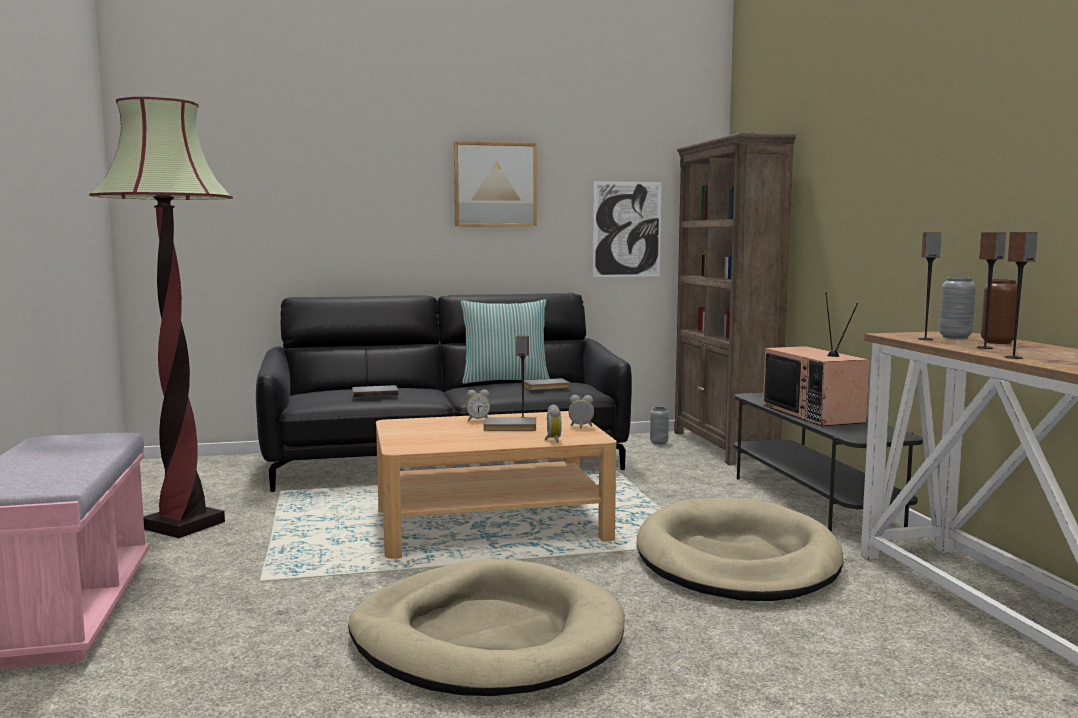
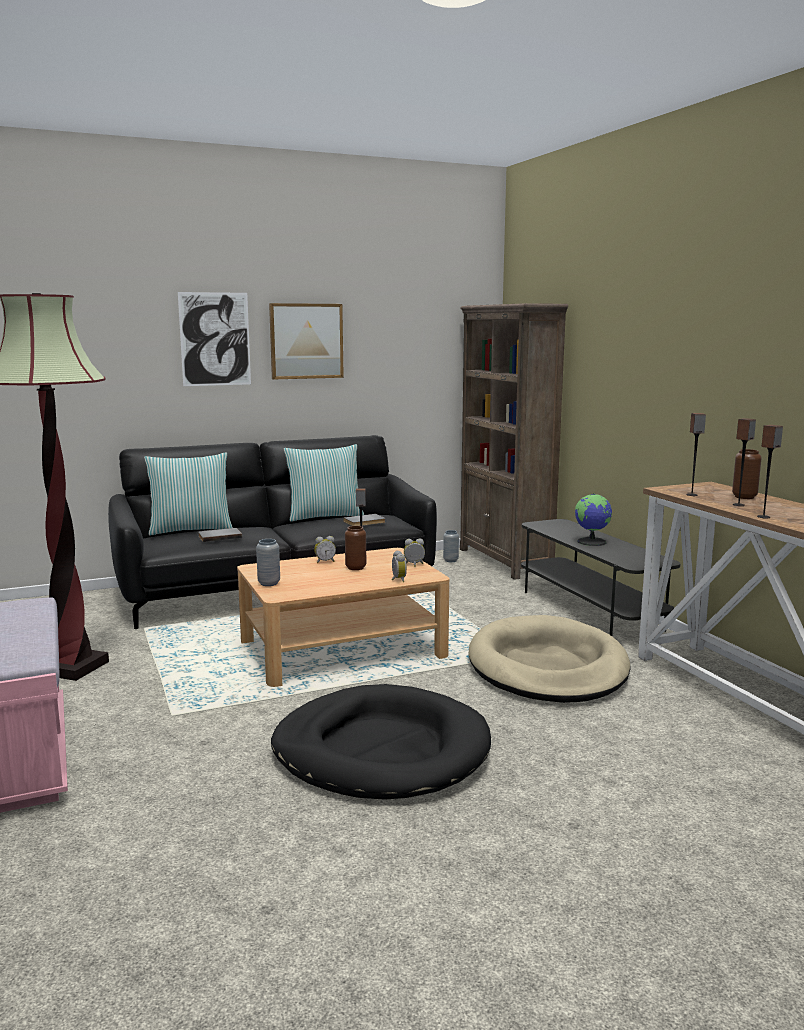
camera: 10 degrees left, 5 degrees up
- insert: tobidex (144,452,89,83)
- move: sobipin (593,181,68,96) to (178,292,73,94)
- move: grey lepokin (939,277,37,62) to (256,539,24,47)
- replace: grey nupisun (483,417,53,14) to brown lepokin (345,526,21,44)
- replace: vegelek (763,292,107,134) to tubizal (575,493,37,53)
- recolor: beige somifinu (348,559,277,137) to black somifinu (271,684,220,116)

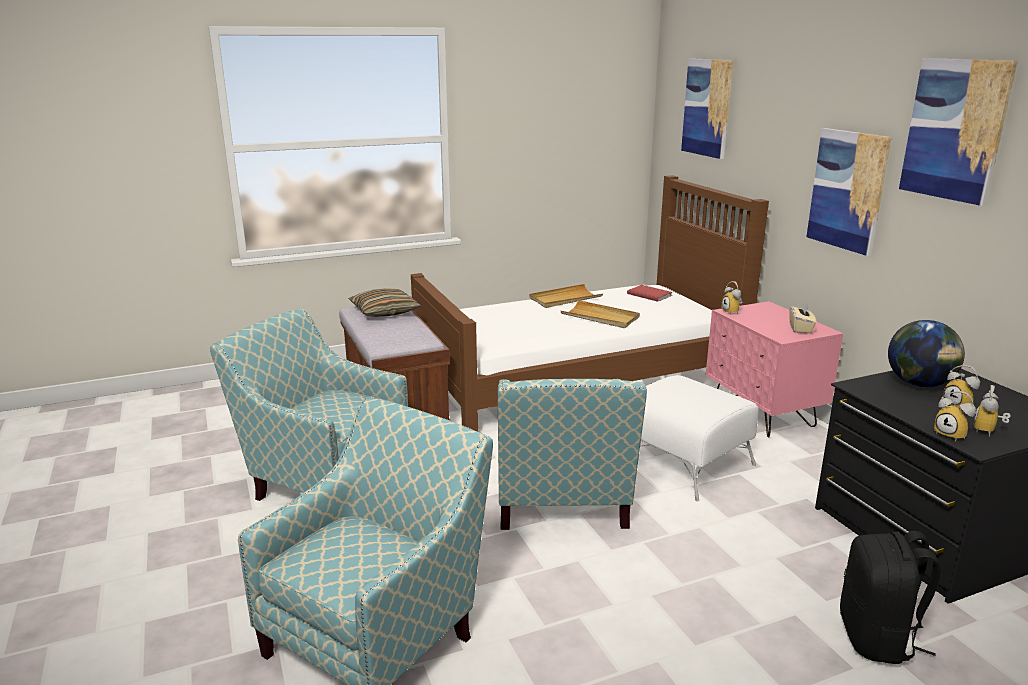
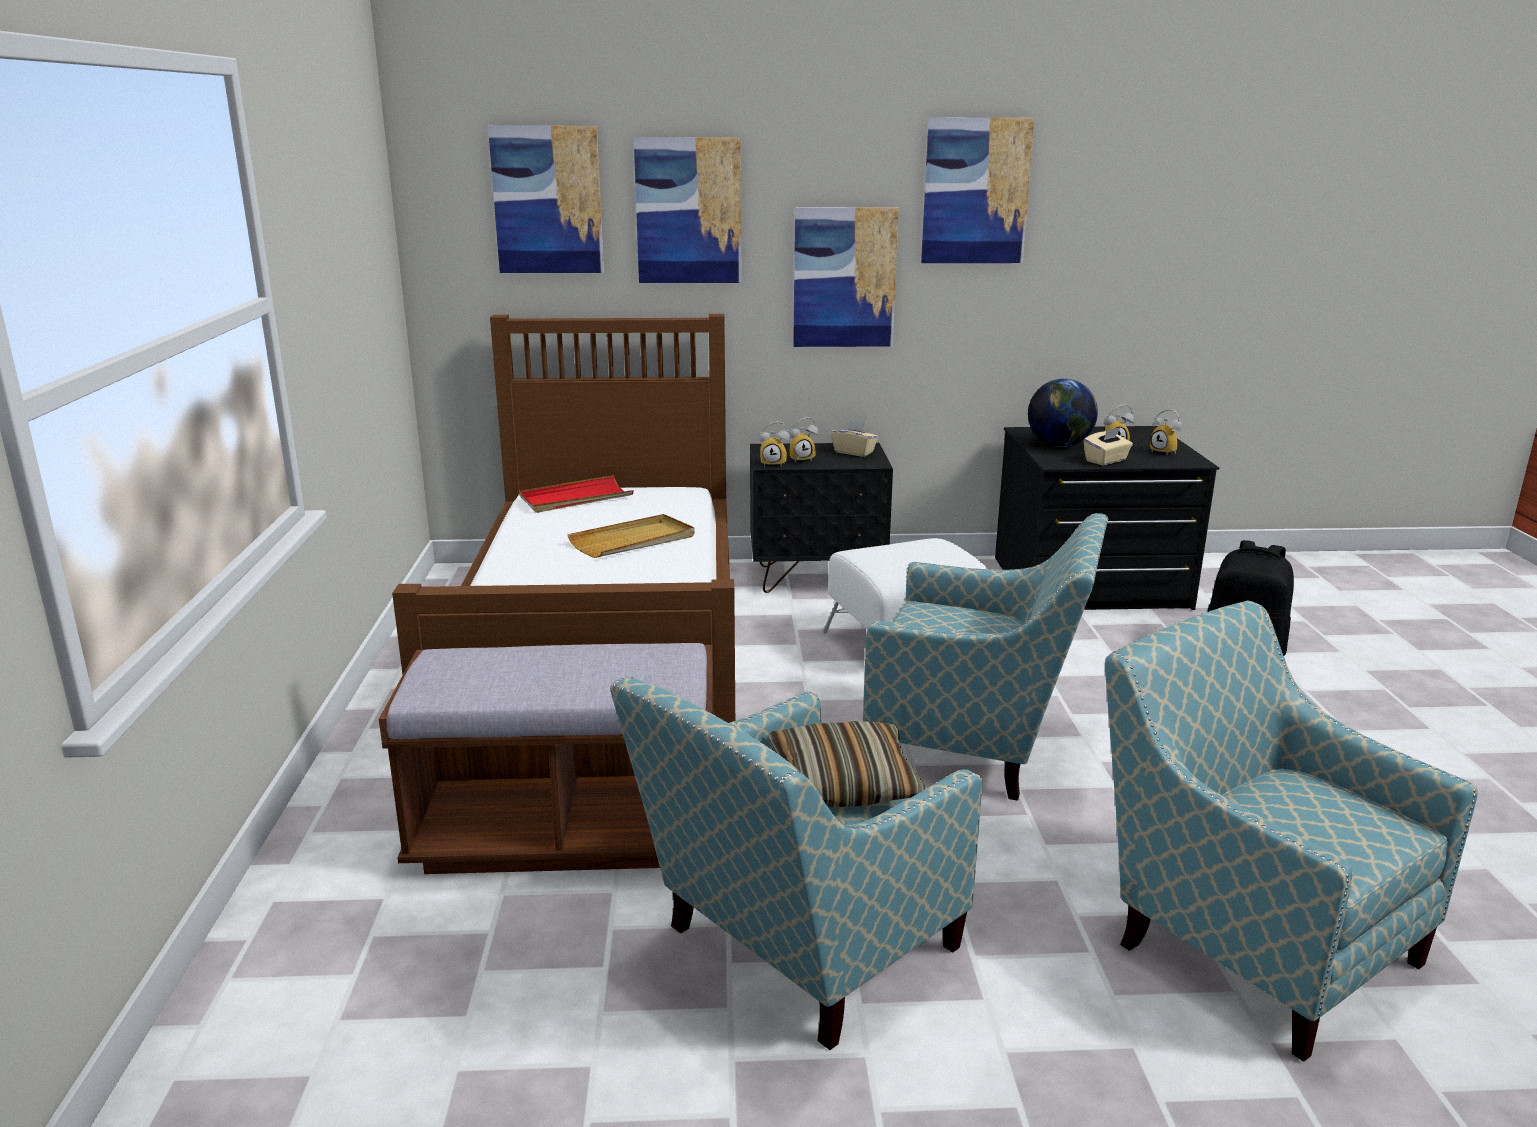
camera: 70 degrees left, 0 degrees up
- delete: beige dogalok (529,284,74,24)
- insert: sobipin (634,137,107,146)
- insert: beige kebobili (1084,427,49,38)
- move: tobidex (349,288,72,29) to (766,721,159,86)
- move: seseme (934,391,42,51) to (789,417,29,45)
- replace: red nupisun (627,285,45,17) to red dogalok (519,475,115,38)
- recolor: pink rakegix (706,301,137,137) to black rakegix (750,443,143,150)

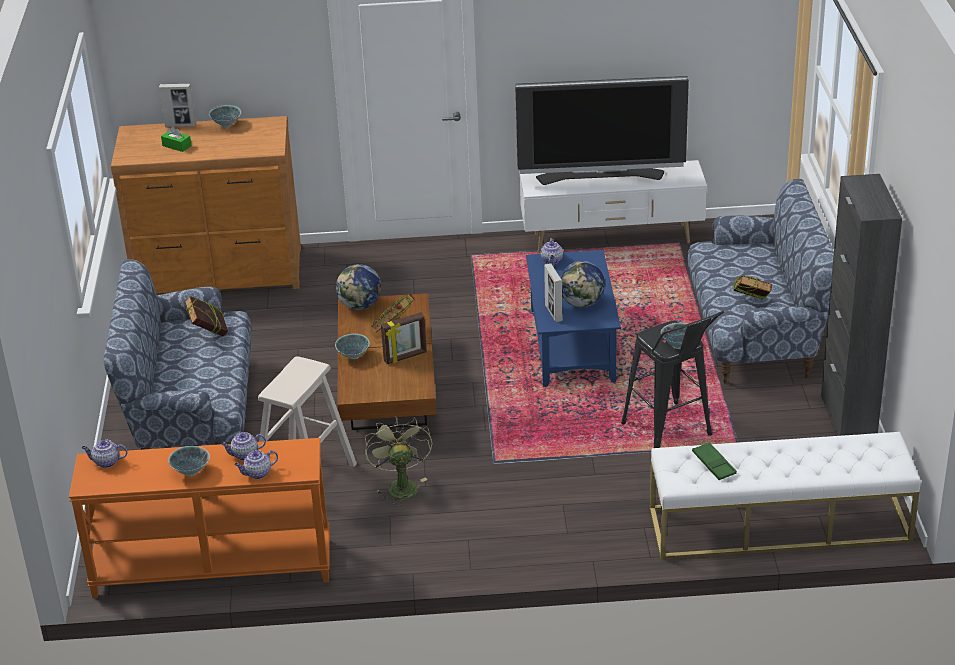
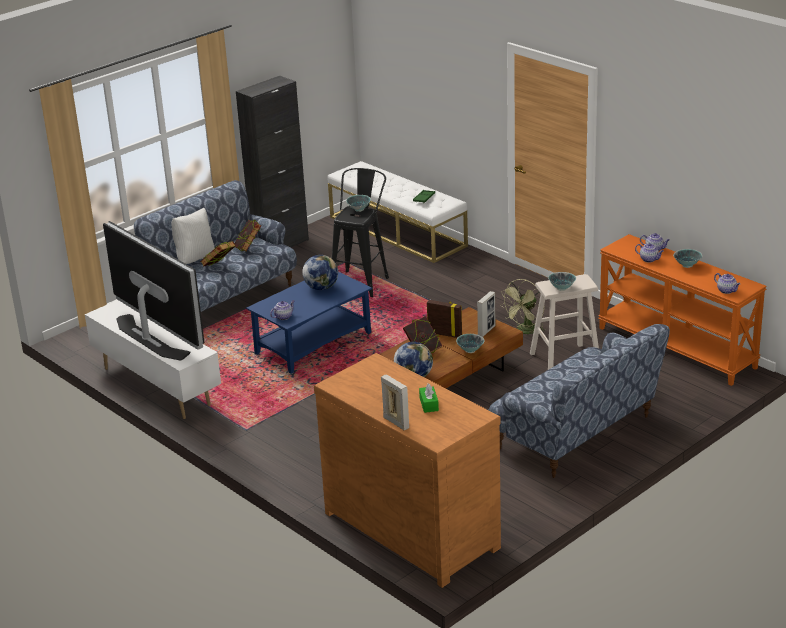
camera: 130 degrees left, 5 degrees down
- insert: white tobidex (172,208,43,56)
- move: nupisun (184,296,44,40) to (200,241,36,26)
- move: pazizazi (209,105,32,23) to (548,272,28,19)
- move: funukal (544,263,19,59) to (477,291,18,46)

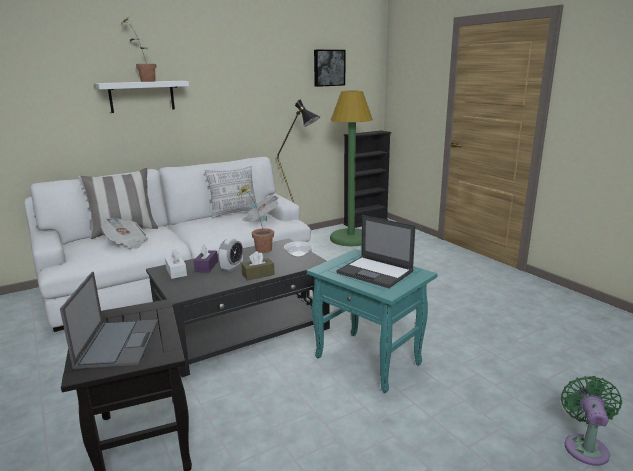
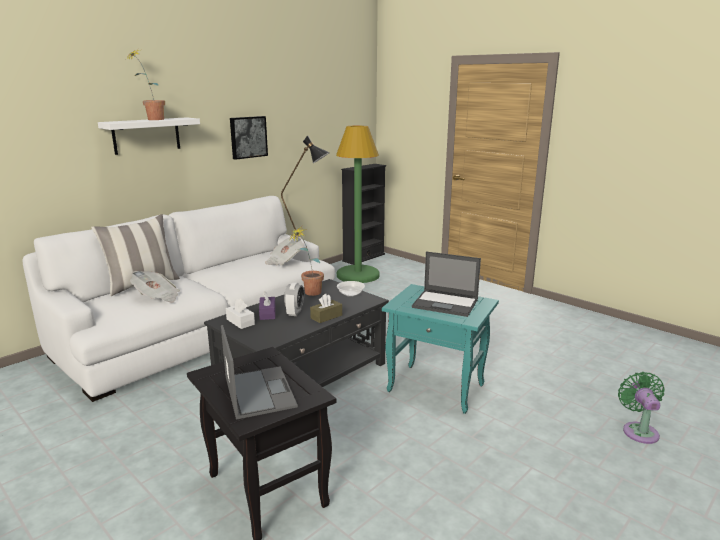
camera: 15 degrees left, 0 degrees up
- delete: tobidex (204,166,53,52)
- move: sobipin (314,50,31,37) to (230,116,38,44)

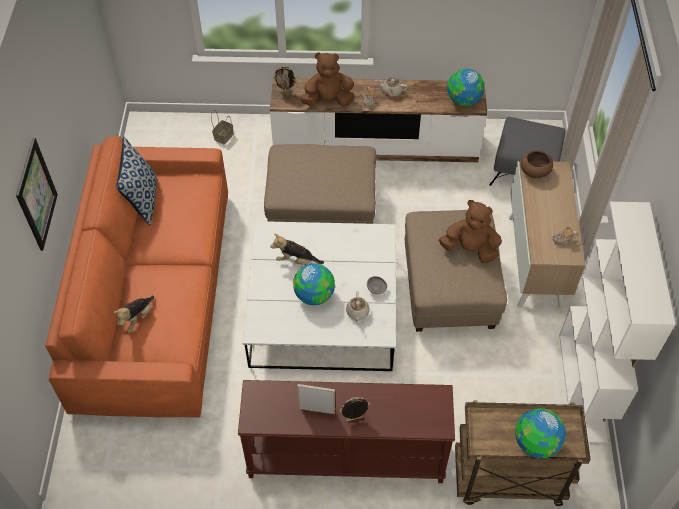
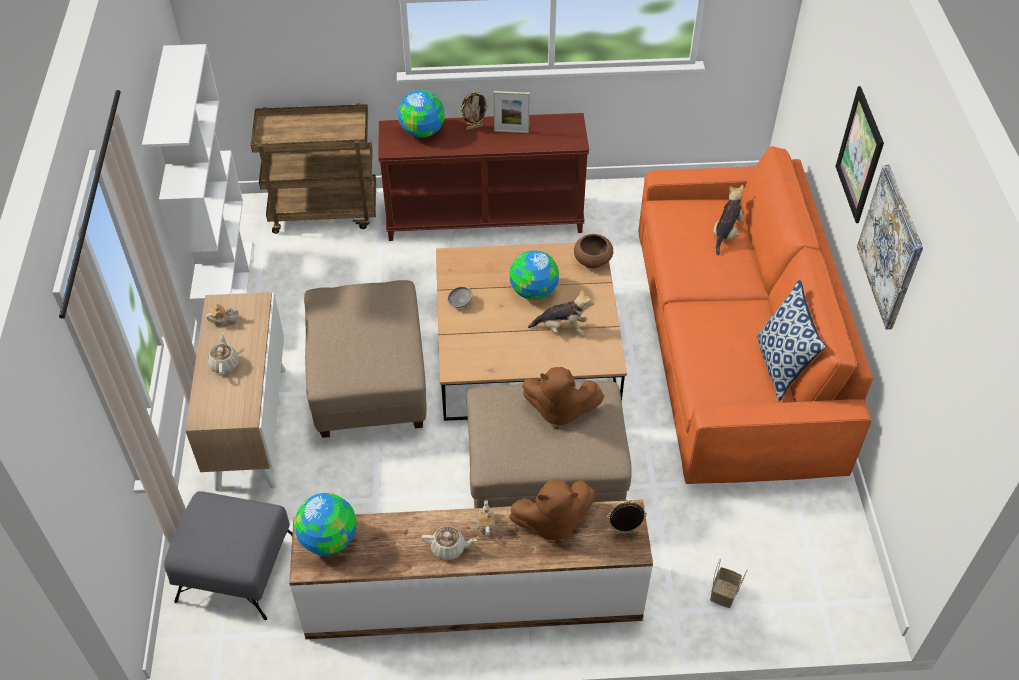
camera: 175 degrees right, 5 degrees down
- insert: sobipin (857,165,66,165)
- move: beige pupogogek (346,291,24,31) to (208,332,31,43)
- move: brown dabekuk (439,200,63,63) to (522,367,82,62)
- move: tubizal (515,408,51,50) to (398,90,47,48)
- move: brown pazizazi (520,151,33,27) to (574,234,39,34)
- recolor: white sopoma (243,221,153,150) to brown sopoma (436,243,191,178)

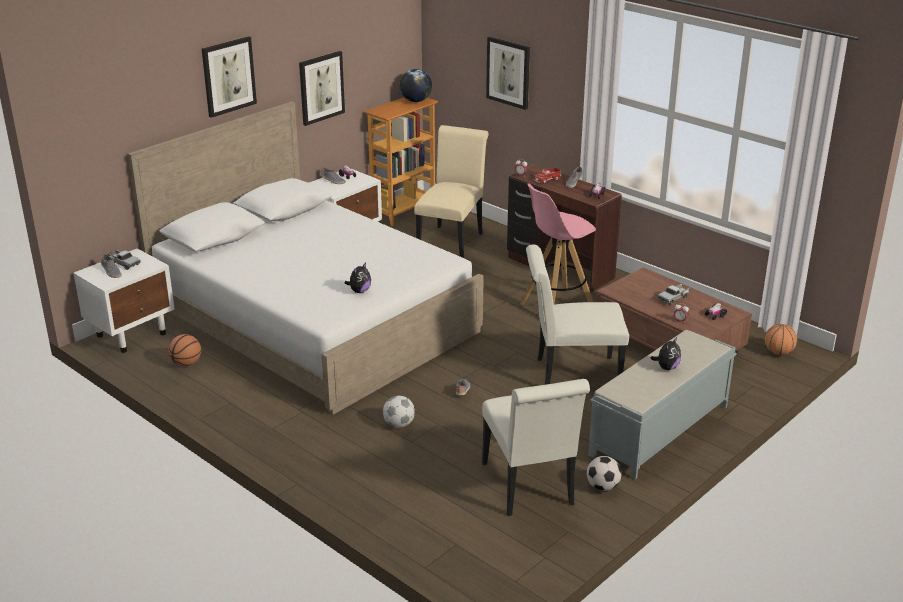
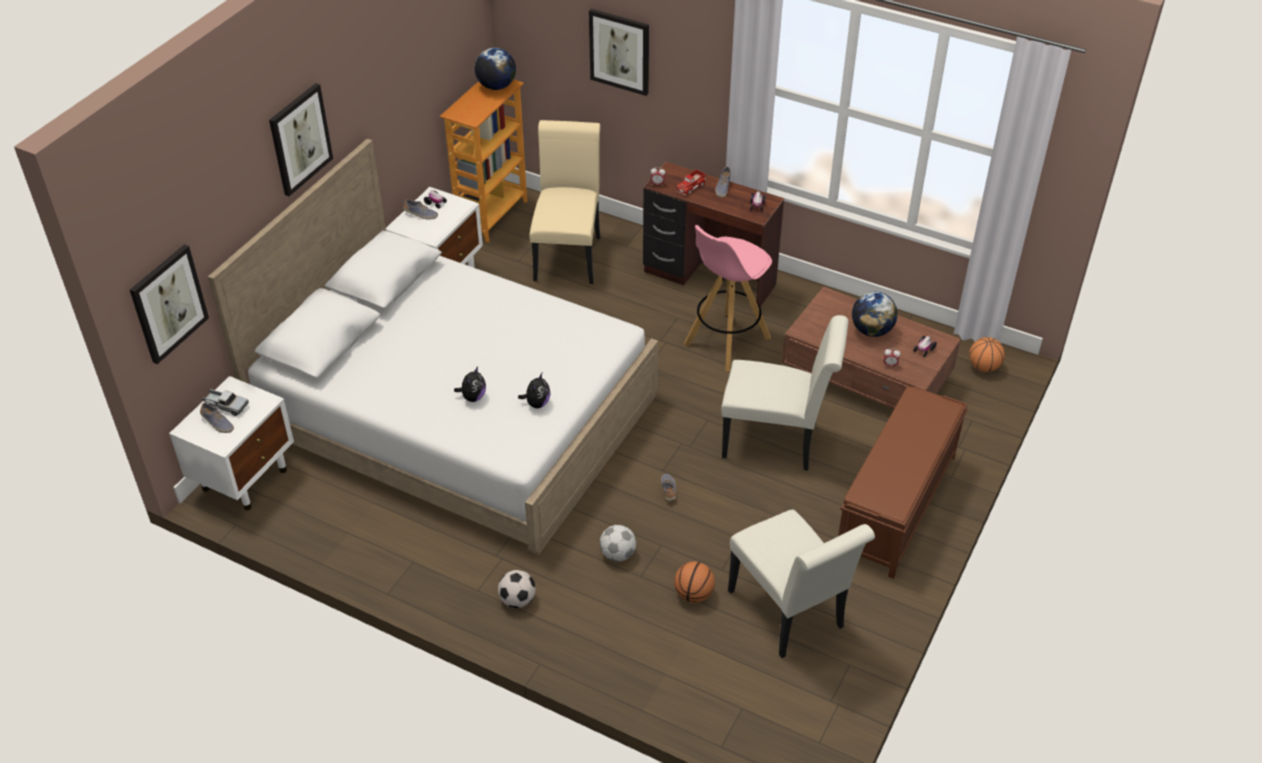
camera: 15 degrees left, 15 degrees up
- move: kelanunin (168,334,33,32) to (674,562,41,41)
- move: sobipin (299,51,46,75) to (130,244,79,120)
- move: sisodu (587,456,35,35) to (498,570,38,38)
- move: dabekuk (651,337,30,33) to (454,366,32,36)
- replace: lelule (657,284,33,21) to tubizal (852,292,46,45)
- recolor: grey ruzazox (588,330,149,150) to brown ruzazox (838,386,130,193)
- rotate: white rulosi (526,244,103,141) = (721,315,128,156) 150 degrees counterclockwise

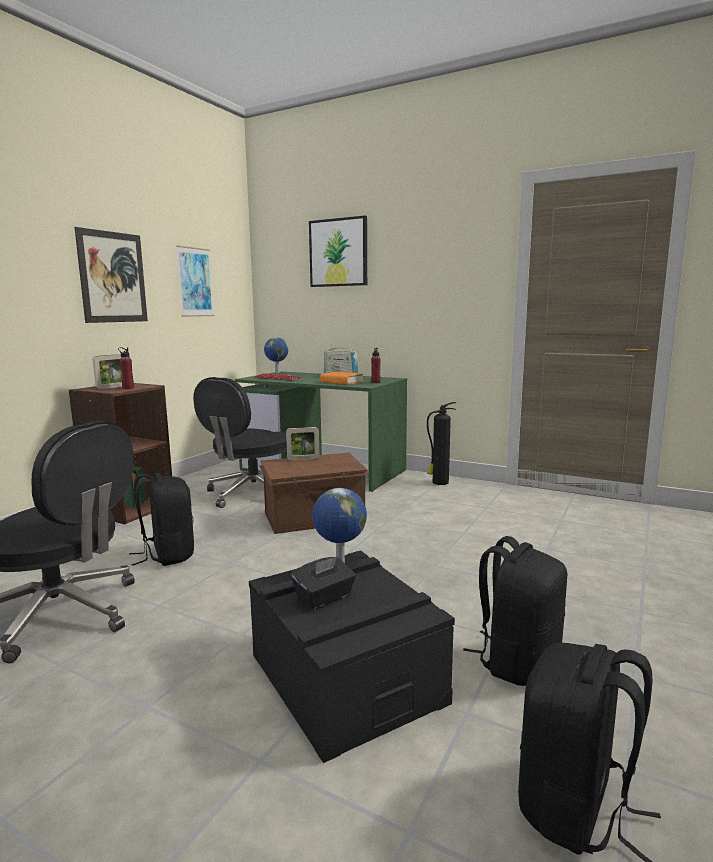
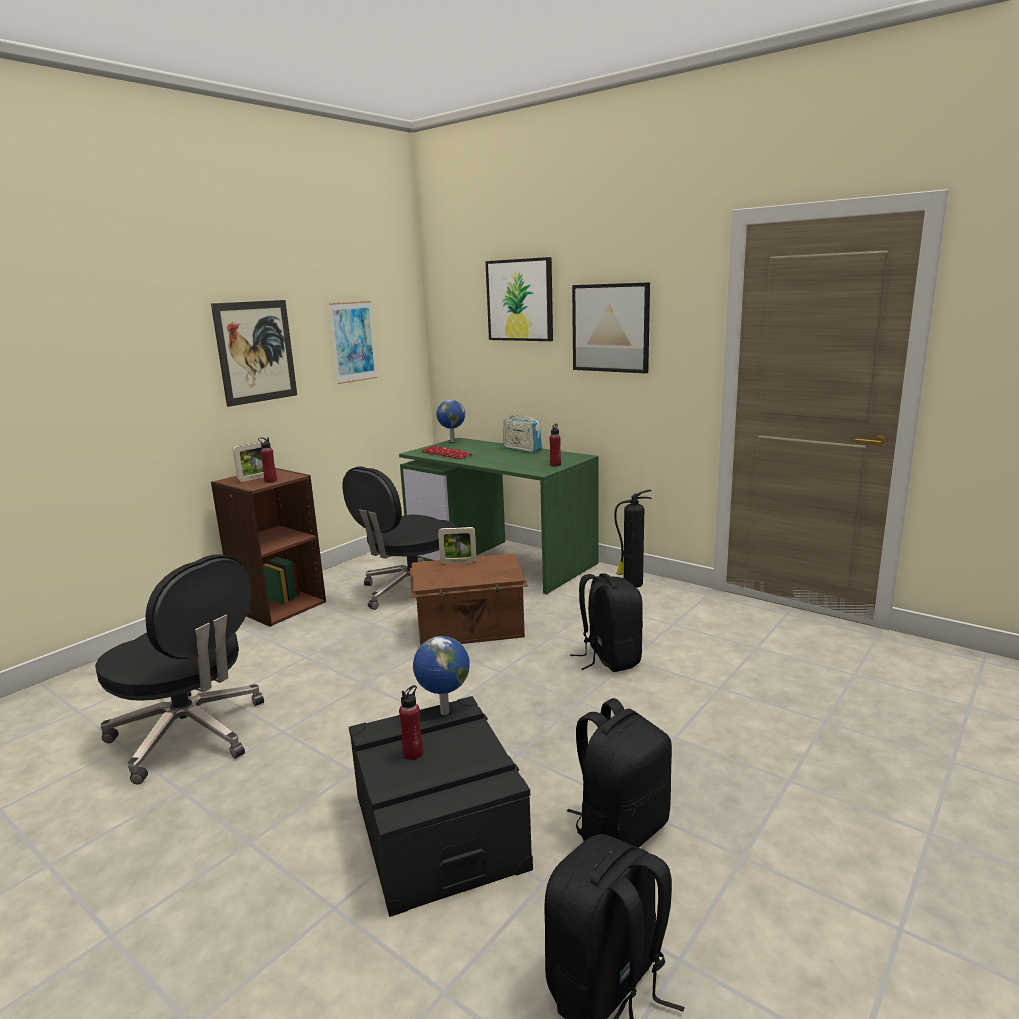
camera: 10 degrees right, 5 degrees up
- delete: orange nupisun (320,372,44,13)
- insert: sobipin (572,282,78,91)
- move: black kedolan (130,473,64,93) to (570,573,73,99)
- replace: black kebobili (291,556,65,53) to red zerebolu (399,685,24,75)

